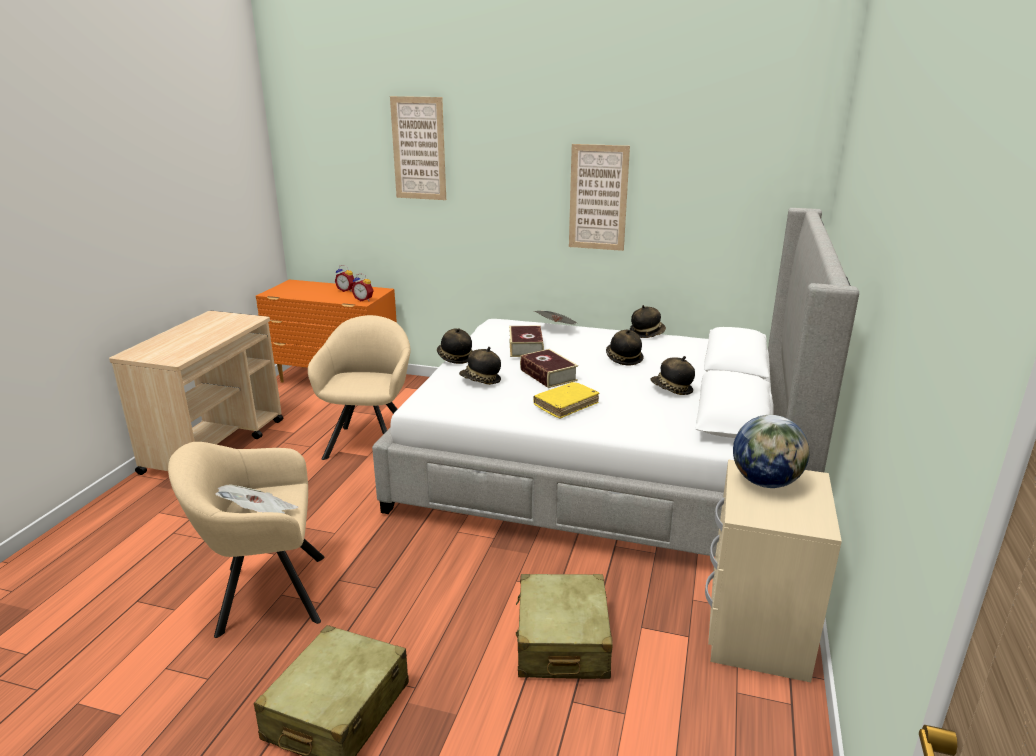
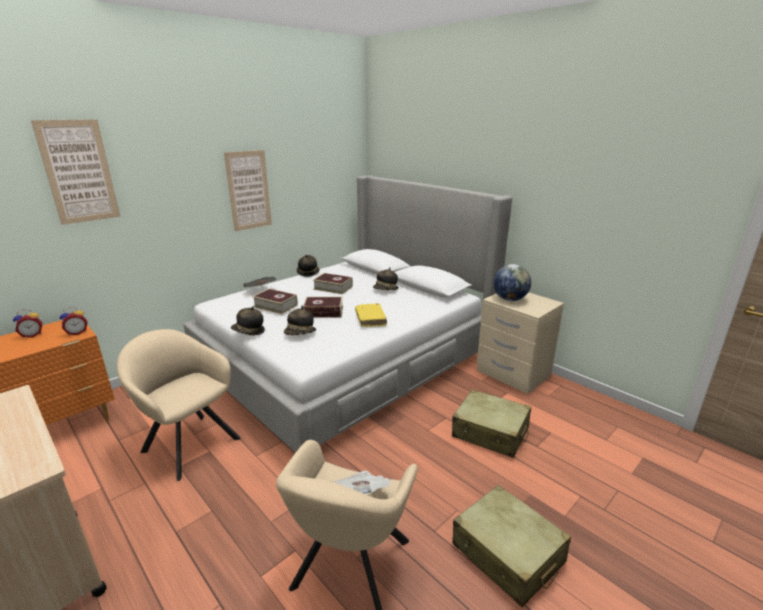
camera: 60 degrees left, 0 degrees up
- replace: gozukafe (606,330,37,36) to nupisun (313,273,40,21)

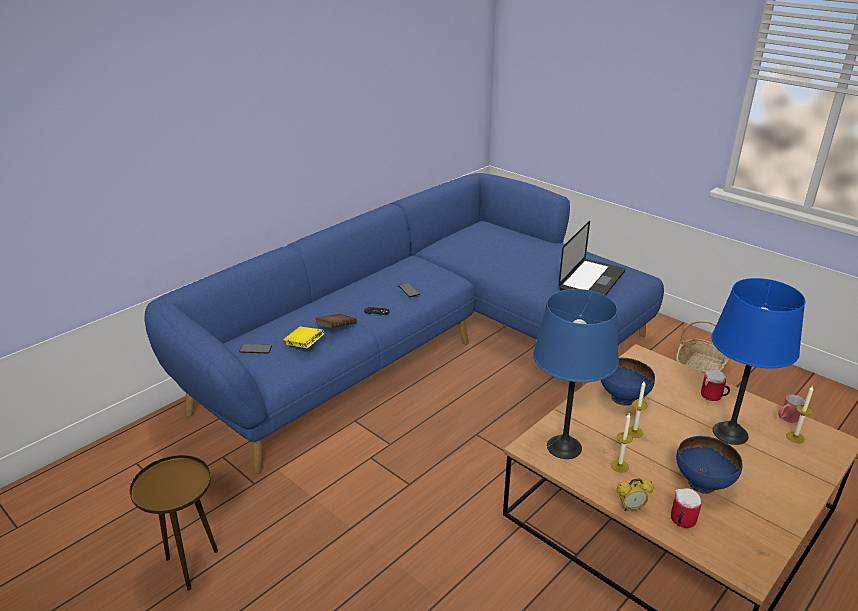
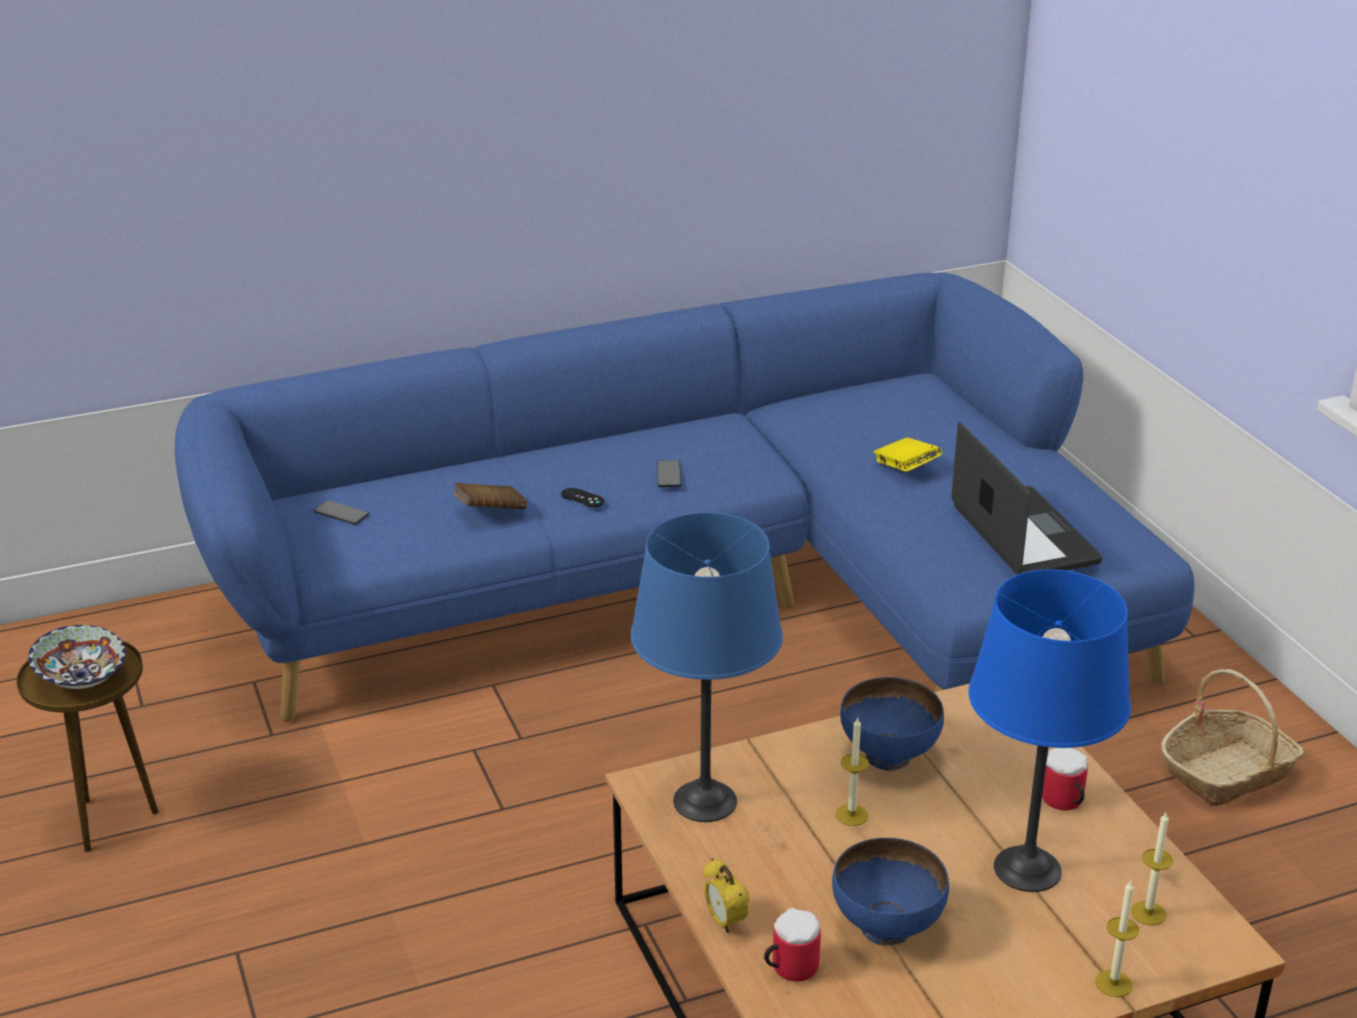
camera: 25 degrees right, 0 degrees up
- delete: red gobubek (778,395,27,28)
- insert: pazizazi (28,625,98,64)
- move: yellow nupisun (283,327,41,21) to (874,437,68,35)
- move: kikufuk (611,413,22,59) to (1095,881,44,116)
- rotate: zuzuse (558,221,67,75) = (951,422,151,153) 75 degrees counterclockwise
- rotate: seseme (617,478,36,33) = (703,858,47,75) 45 degrees clockwise

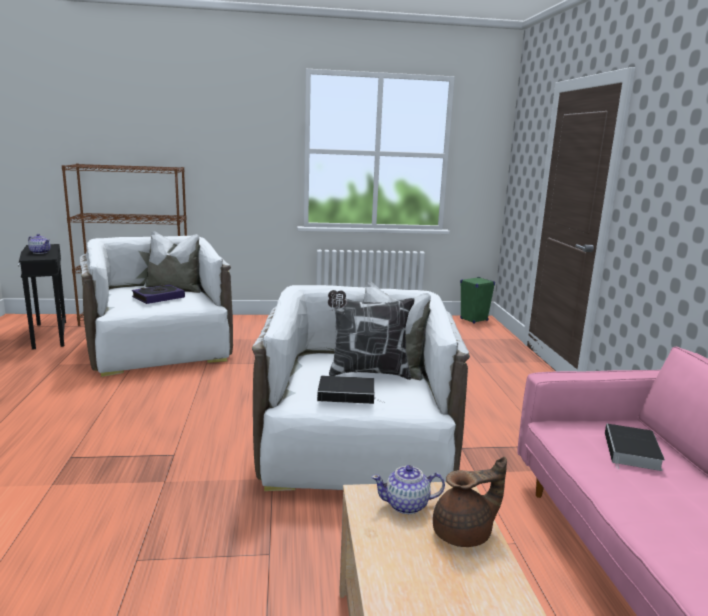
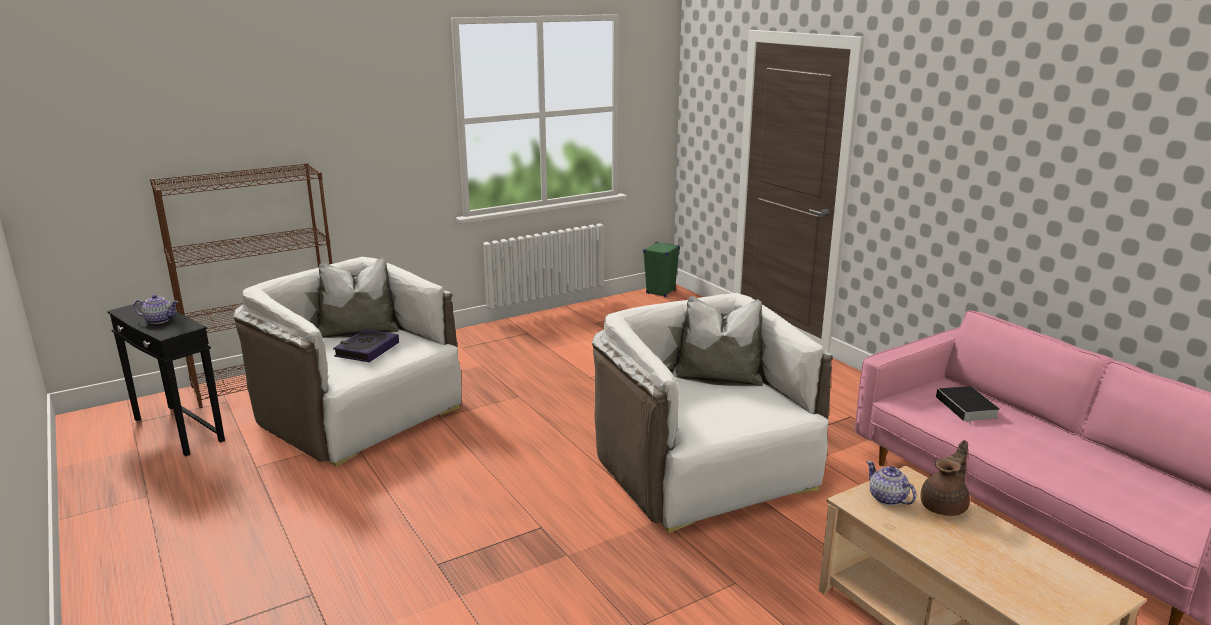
camera: 25 degrees left, 5 degrees up
- delete: nupisun (317,376,67,28)
- delete: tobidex (328,290,87,90)
- rotate: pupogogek (371,465,74,49) = (866,461,50,45) 90 degrees clockwise

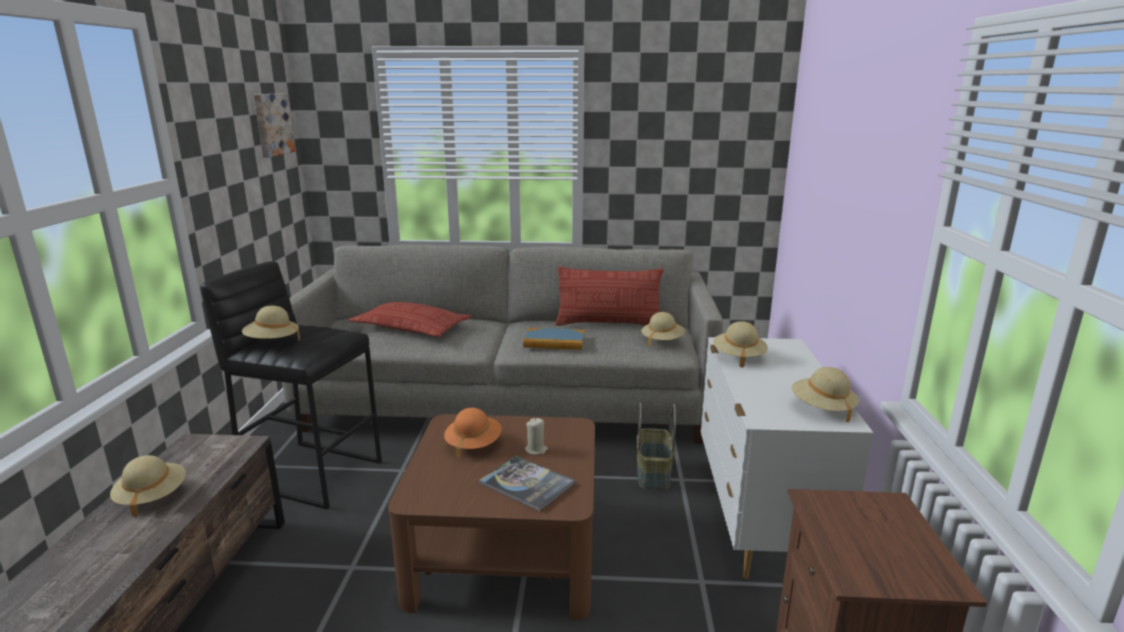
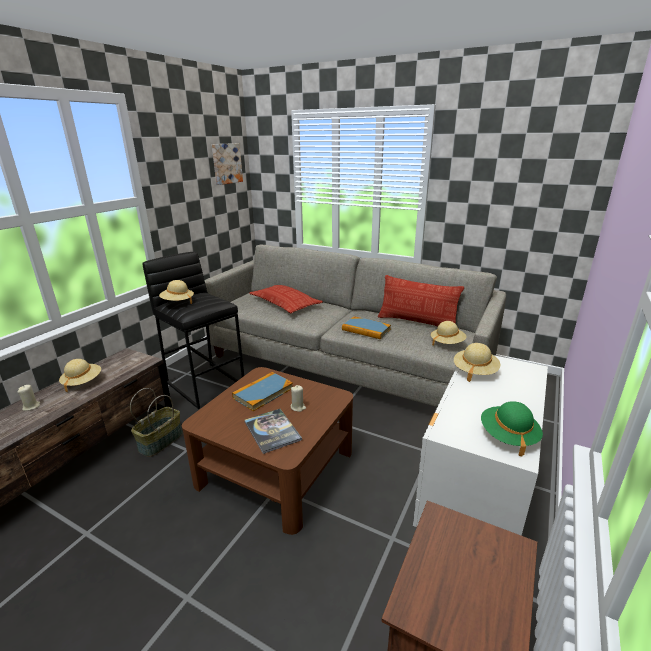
camera: 25 degrees right, 5 degrees up
- insert: beige kikufuk (17,385,23,26)
- move: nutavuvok (637,402,39,88) to (130,388,53,69)
- replace: orange gozukafe (444,408,58,51) to nupisun (232,372,61,39)
- recolor: beige gozukafe (792,367,67,55) to green gozukafe (481,401,62,56)

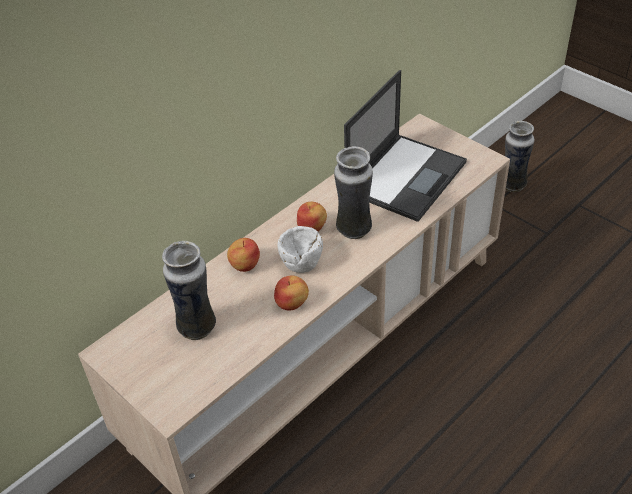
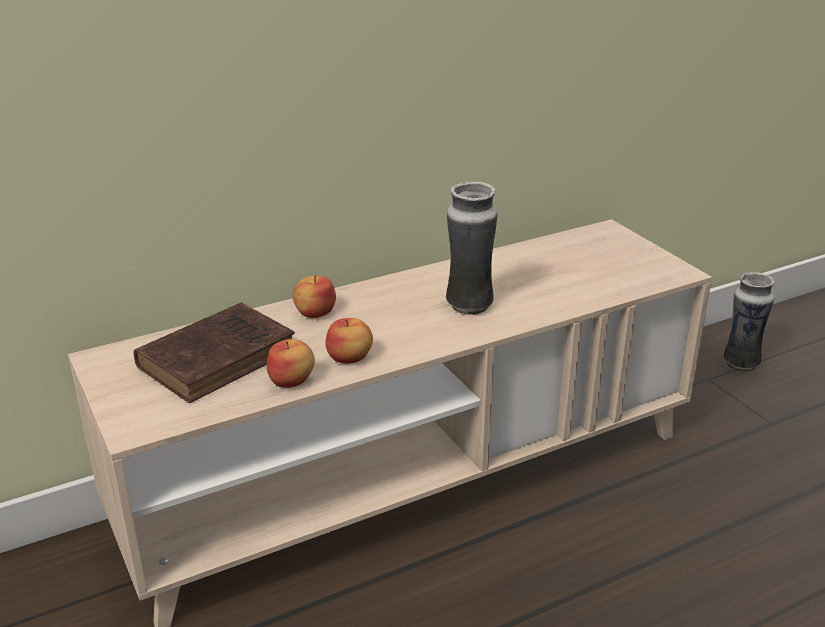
camera: 15 degrees right, 15 degrees down
- delete: white pazizazi (278,226,45,47)
- delete: zuzuse (344,70,123,152)
- move: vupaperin (297,202,30,29) to (267,339,48,49)
- replace: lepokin (162,241,54,99) to brown nupisun (134,302,161,101)

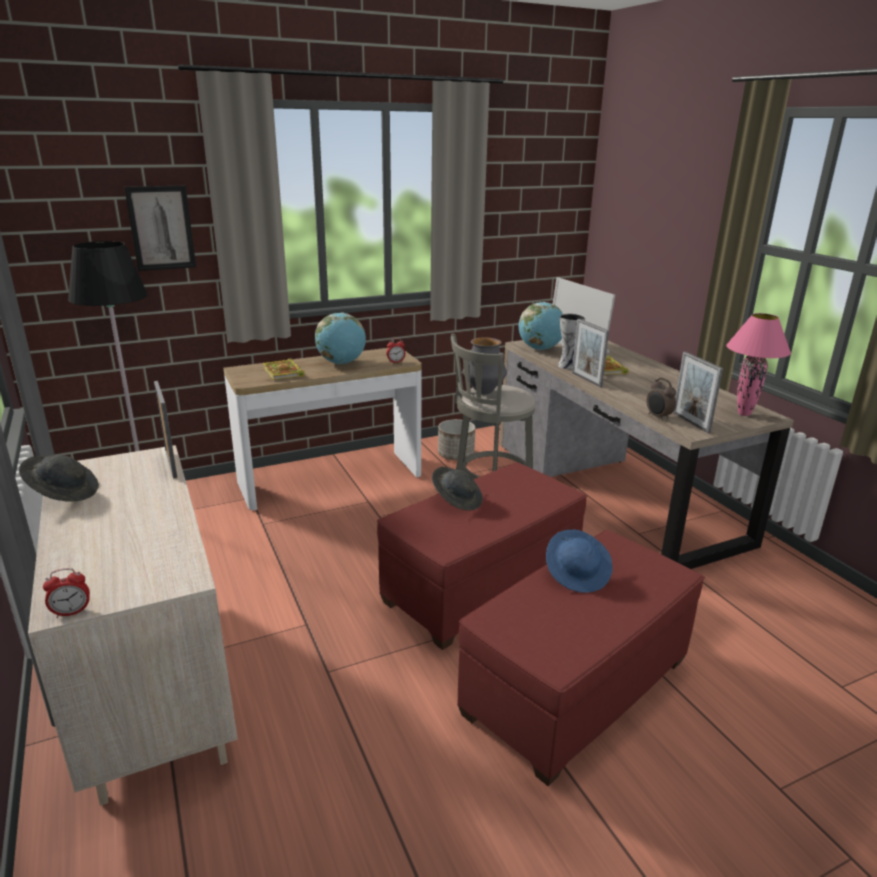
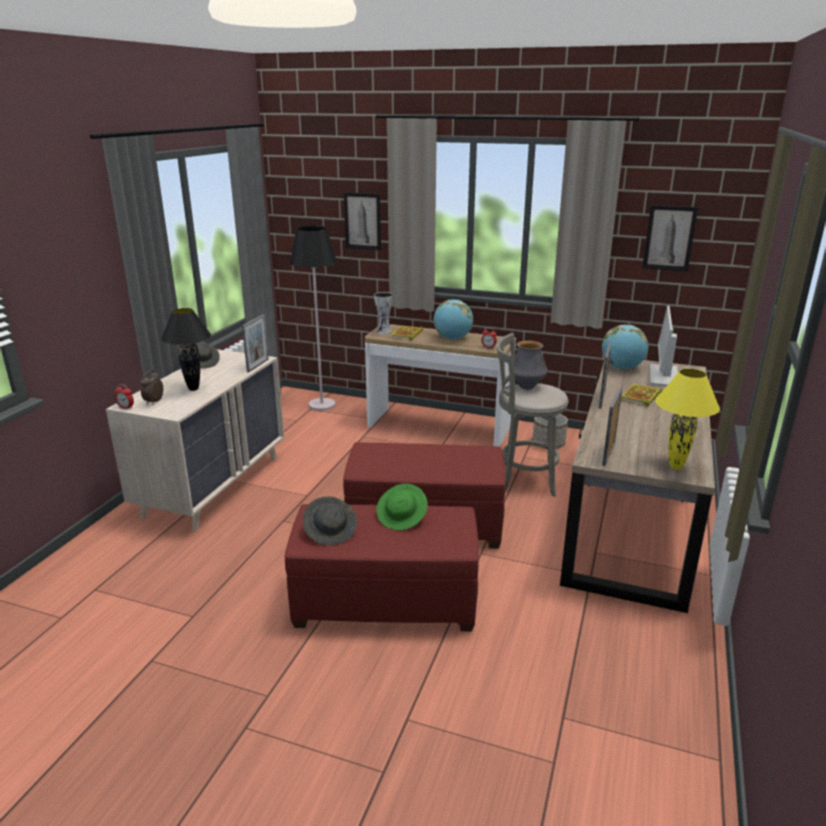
camera: 45 degrees right, 0 degrees up
- insert: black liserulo (161,308,50,83)
- insert: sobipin (642,205,56,67)
- move: grey gozukafe (432,467,51,43) to (303,496,54,49)
- move: lepokin (558,314,27,55) to (374,292,19,43)
- move: seseme (646,378,30,43) to (140,370,23,35)
- recolor: blue gozukafe (546,530,67,63) to green gozukafe (376,484,52,47)
- recolor: pink liserulo (726,313,65,103) to yellow liserulo (656,369,64,101)

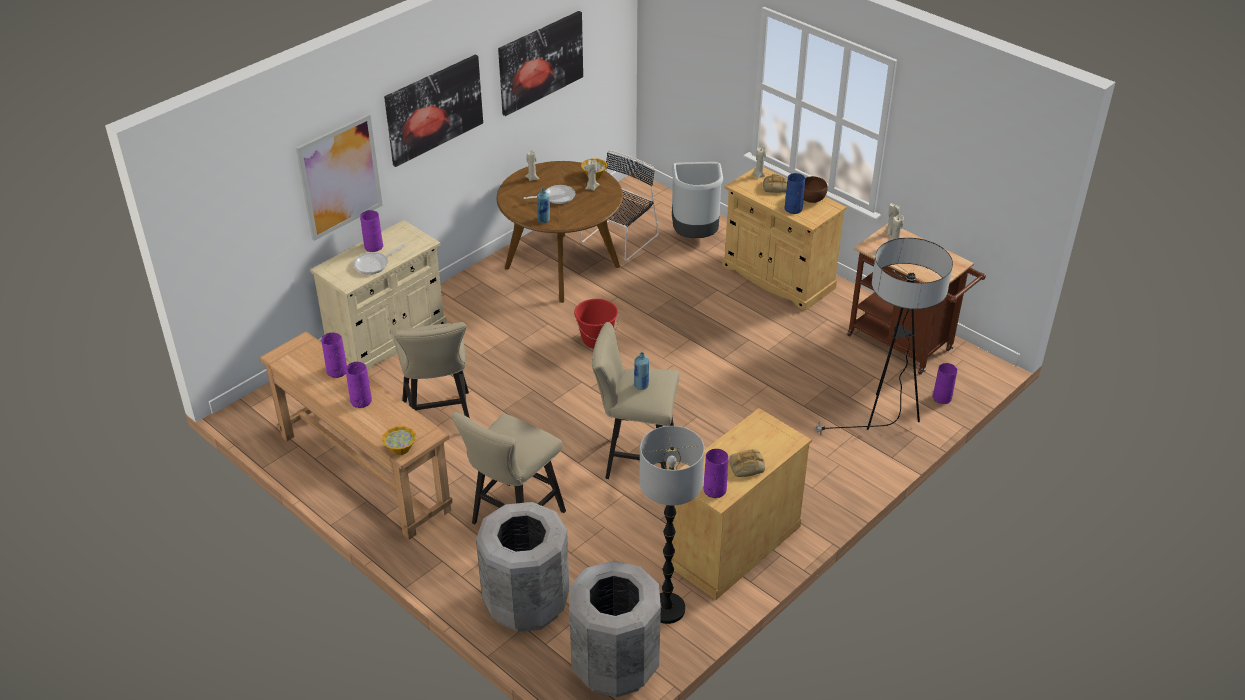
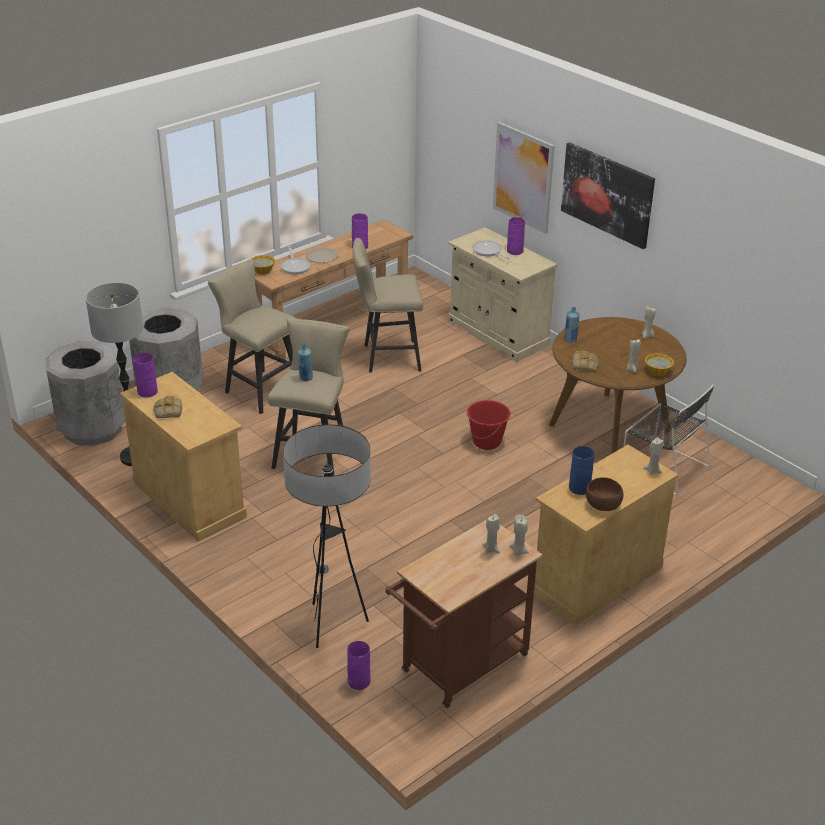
camera: 95 degrees right, 5 degrees down
- delete: sobipin (498,11,85,105)
- delete: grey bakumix (671,162,52,76)
- move: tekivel (524,185,51,19) to (281,246,30,28)
- move: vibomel (763,174,25,19) to (572,351,27,20)
- replace: purple lepokin (345,362,27,46) to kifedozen (306,247,32,16)

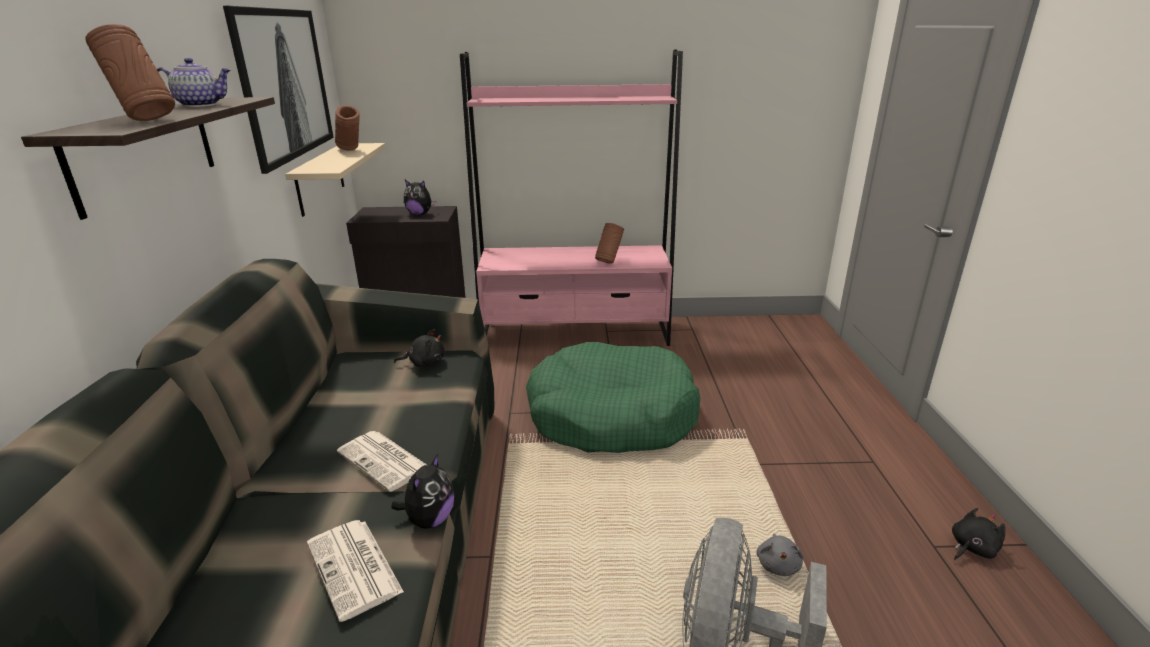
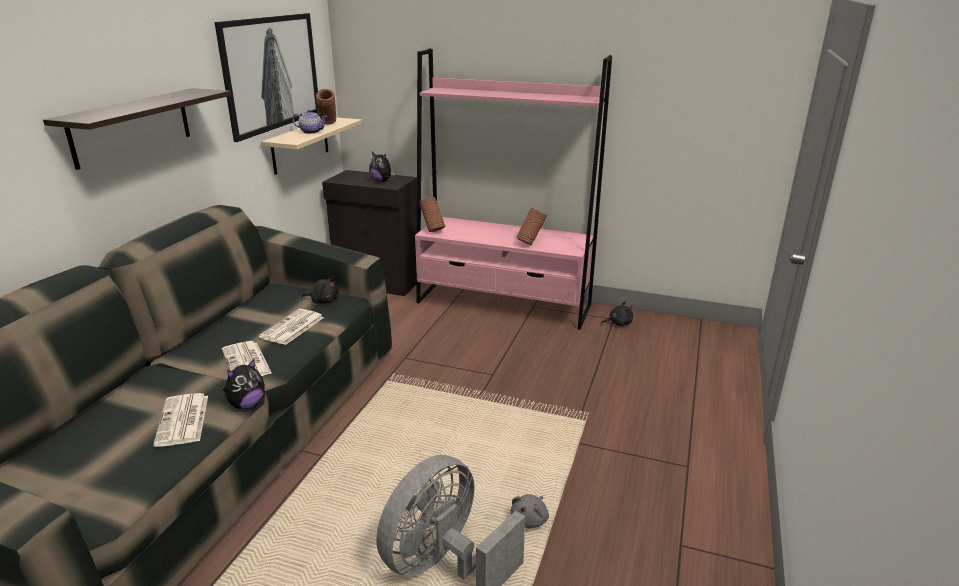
camera: 20 degrees right, 0 degrees up
- delete: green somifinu (526,342,174,111)
- insert: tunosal (259,309,65,36)
- move: brown lepokin (85,24,90,97) to (420,197,25,35)
- move: pupogogek (157,58,74,49) to (292,110,35,24)
- move: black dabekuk (952,508,53,52) to (601,301,32,25)

